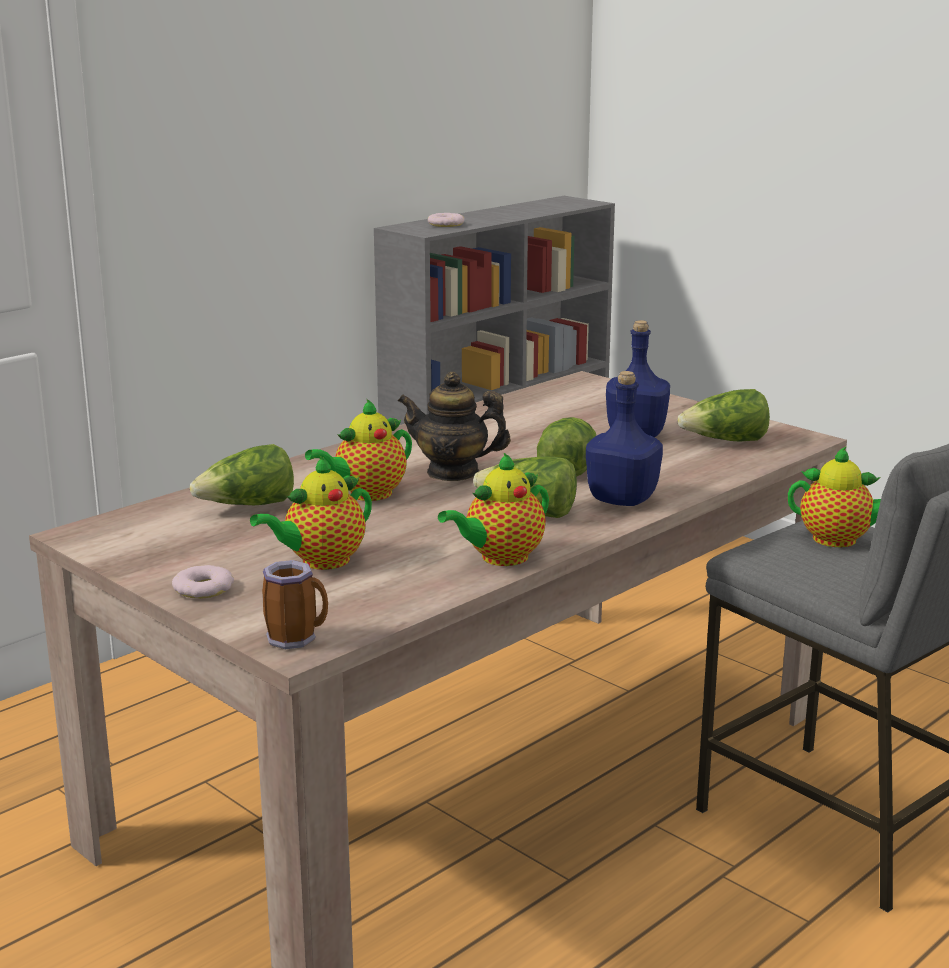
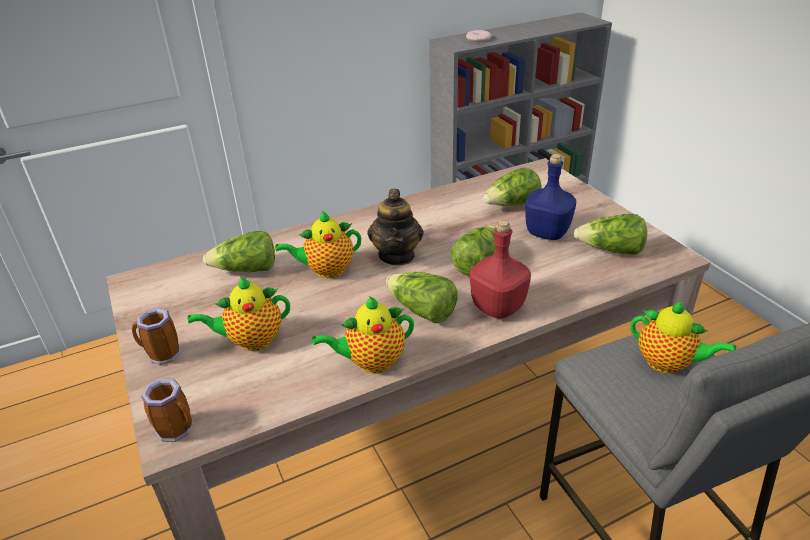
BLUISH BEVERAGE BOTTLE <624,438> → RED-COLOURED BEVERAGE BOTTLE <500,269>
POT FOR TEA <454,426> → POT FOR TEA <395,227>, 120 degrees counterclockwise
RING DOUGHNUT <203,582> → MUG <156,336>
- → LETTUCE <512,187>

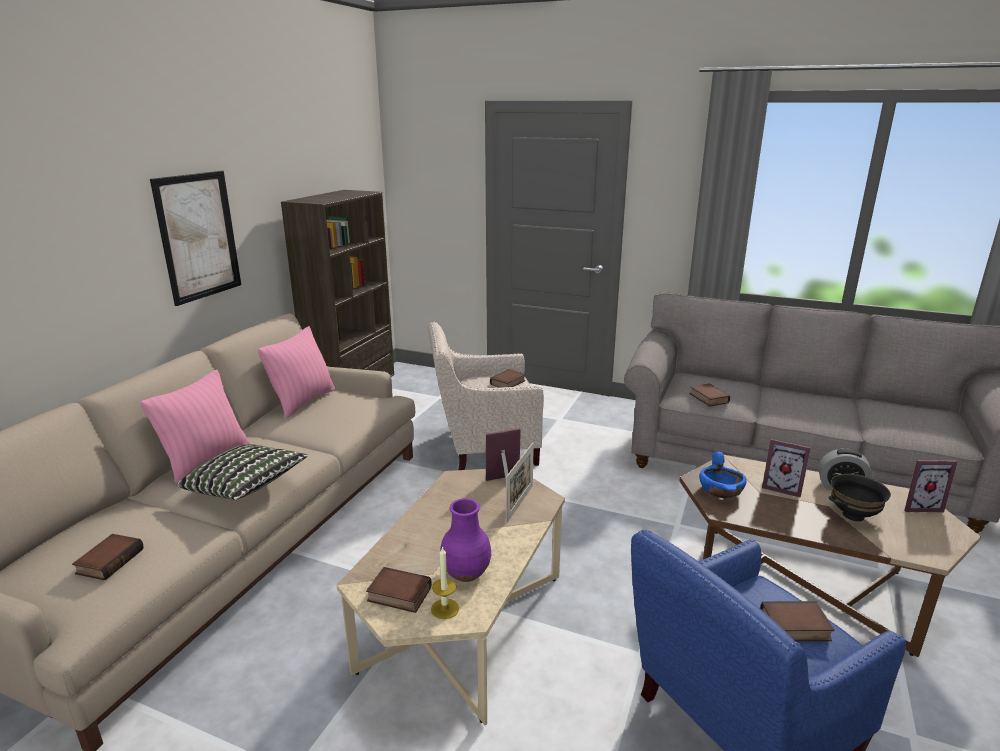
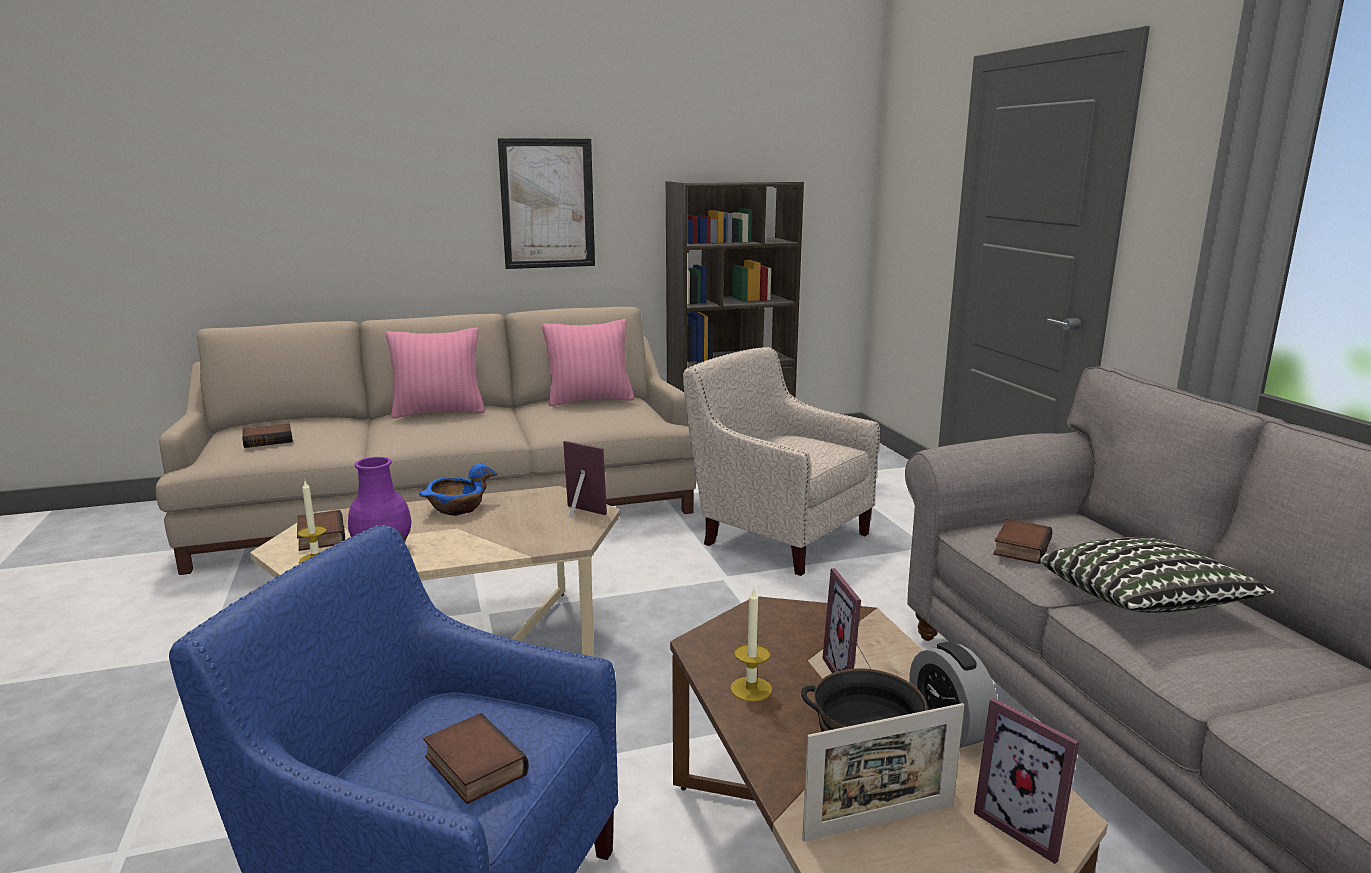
BOOK <507,378> → -
PHOTO FRAME <520,483> → PHOTO FRAME <883,772>, relocated
CUSHION <242,472> → CUSHION <1157,575>, relocated
BLUISH BOWL <723,475> → BLUISH BOWL <458,490>, relocated
- → WAX LIGHT <751,645>

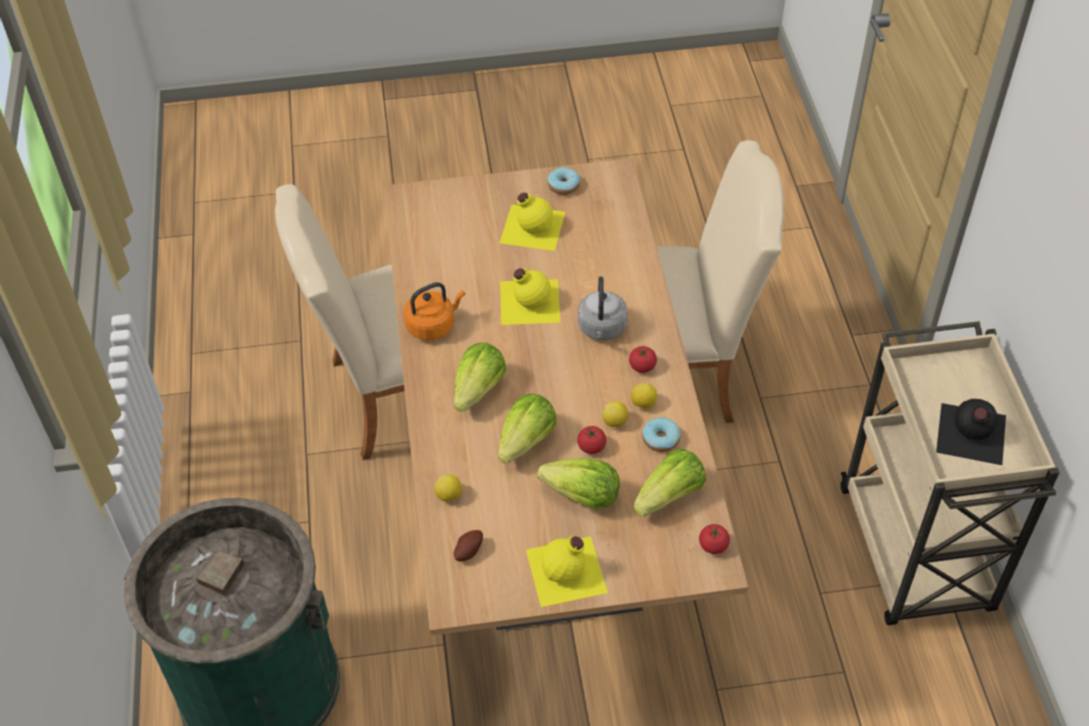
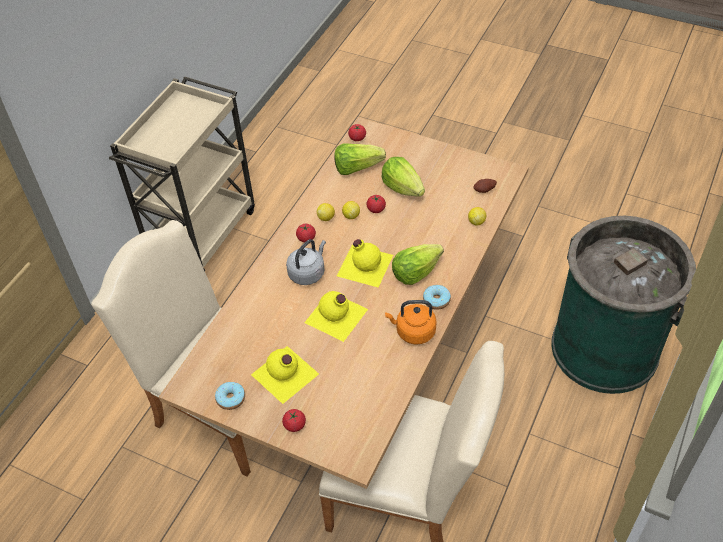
LETTUCE <527,429> → -
BLACKISH BEVERAGE BOTTLE <971,432> → -
RING DOUGHNUT <661,434> → RING DOUGHNUT <437,297>, relocated
YELLOW BEVERAGE BOTTLE <567,571> → YELLOW BEVERAGE BOTTLE <365,263>, relocated
- → FRESH TOMATO <294,420>

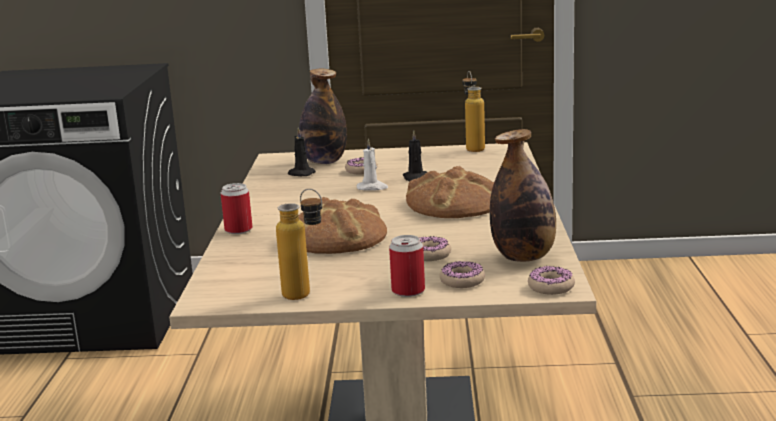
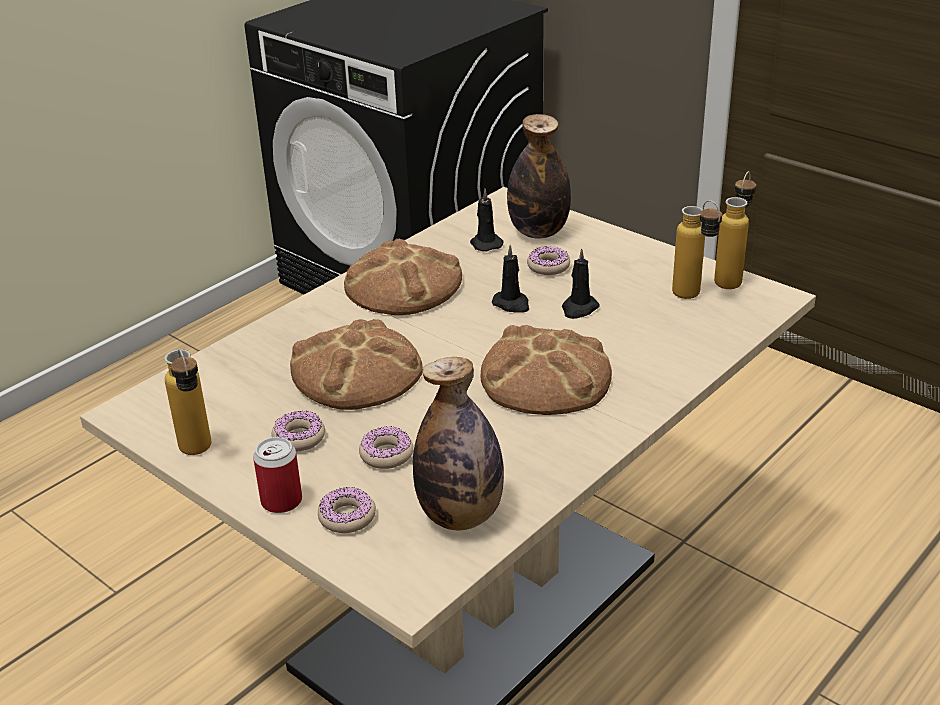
WHITE WAX LIGHT <372,164> → BLACKISH WAX LIGHT <510,279>
METAL CAN <236,208> → -
RING DOUGHNUT <551,280> → RING DOUGHNUT <298,431>, relocated
- → BEVERAGE BOTTLE <697,249>
- → BAKED BREAD <403,277>

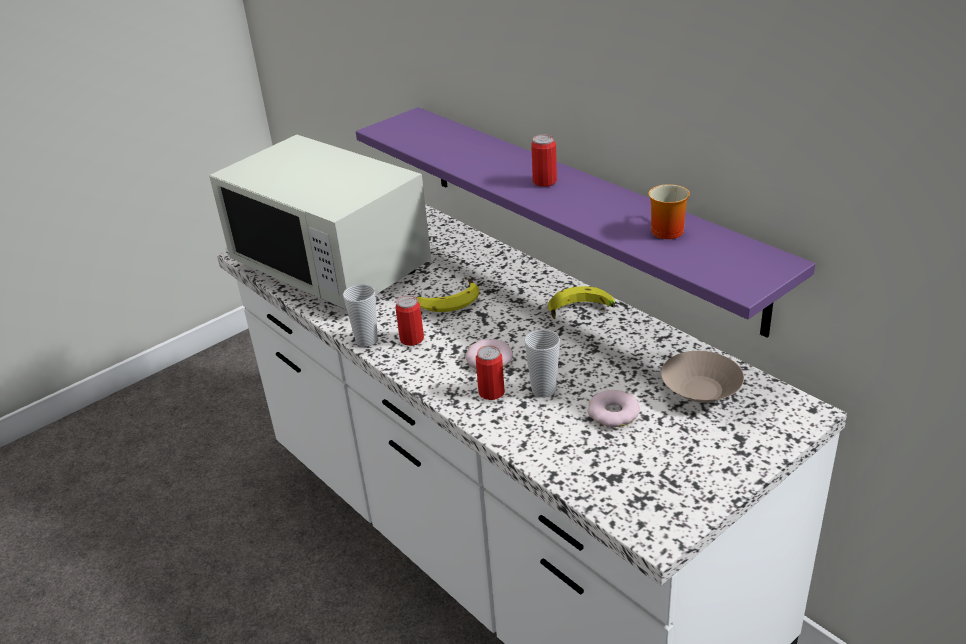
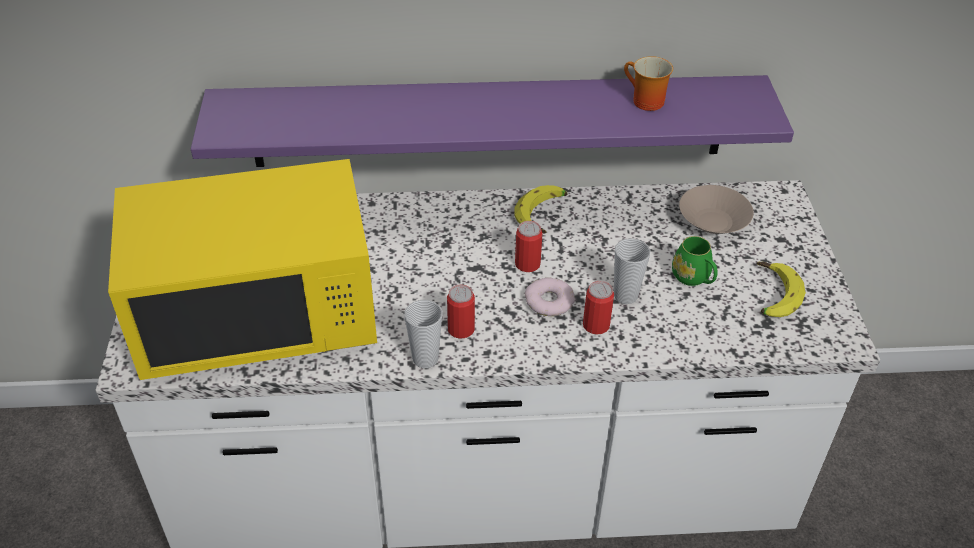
WHITE MICROWAVE <320,222> → YELLOW MICROWAVE <242,269>
METAL CAN <544,161> → METAL CAN <529,246>, relocated
BANANA FRUIT <447,295> → BANANA FRUIT <781,289>, relocated
RING DOUGHNUT <614,408> → GREEN MUG <695,261>

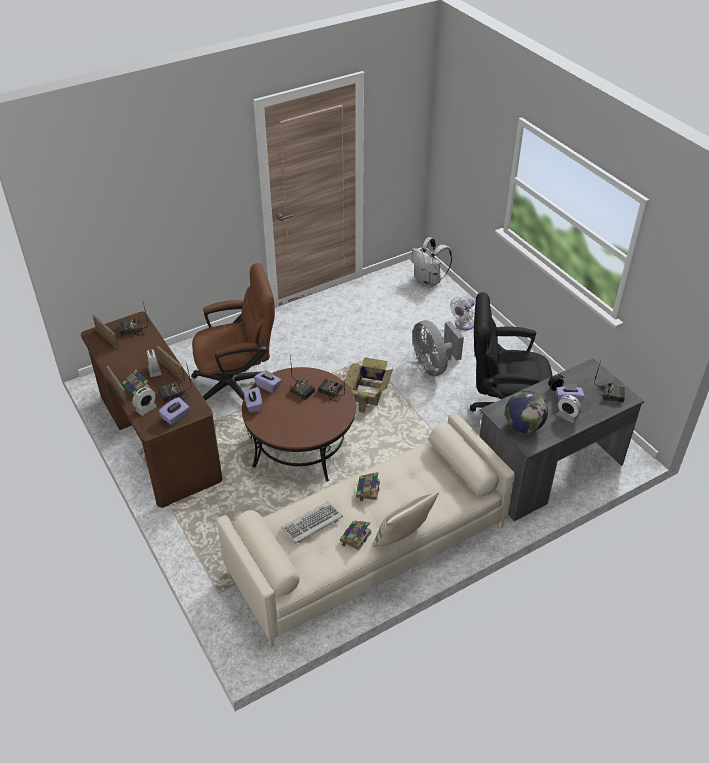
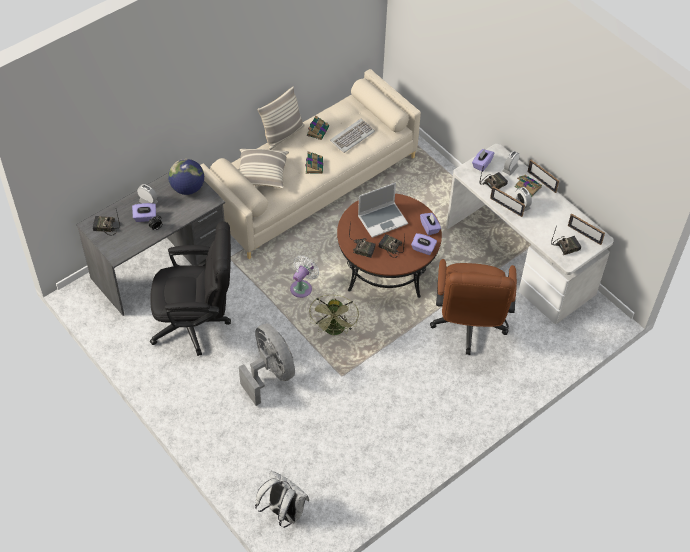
BROWNISH DESK CHAIR <233,332> → BROWNISH DESK CHAIR <473,307>, 60 degrees counterclockwise
WHITE ELECTRIC FAN <462,313> → WHITE ELECTRIC FAN <304,276>, relocated
BROWNISH DESK <151,410> → WHITE DESK <530,234>
CARDBOARD BOX <368,385> → GREEN ELECTRIC FAN <334,315>
- → CUSHION <264,169>
- → LAPTOP <383,210>

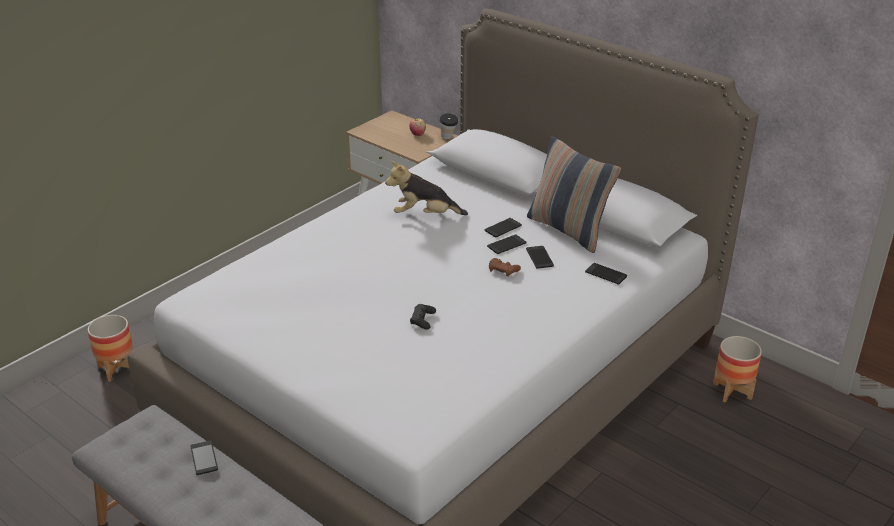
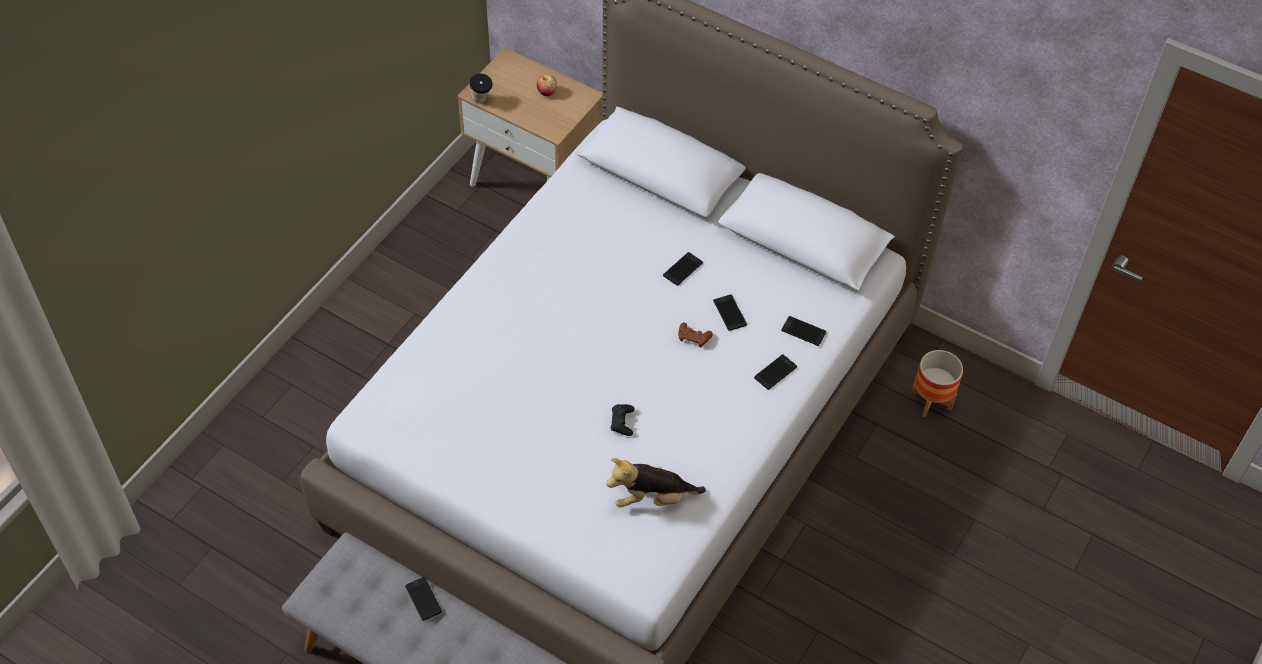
SMALL CUP <449,126> → SMALL CUP <481,88>, relocated
CUSHION <574,194> → -
CUDDLY TOY <426,188> → CUDDLY TOY <656,482>, relocated
TELEPHONE <506,244> → TELEPHONE <775,372>, relocated
FLOWER POT <110,348> → -

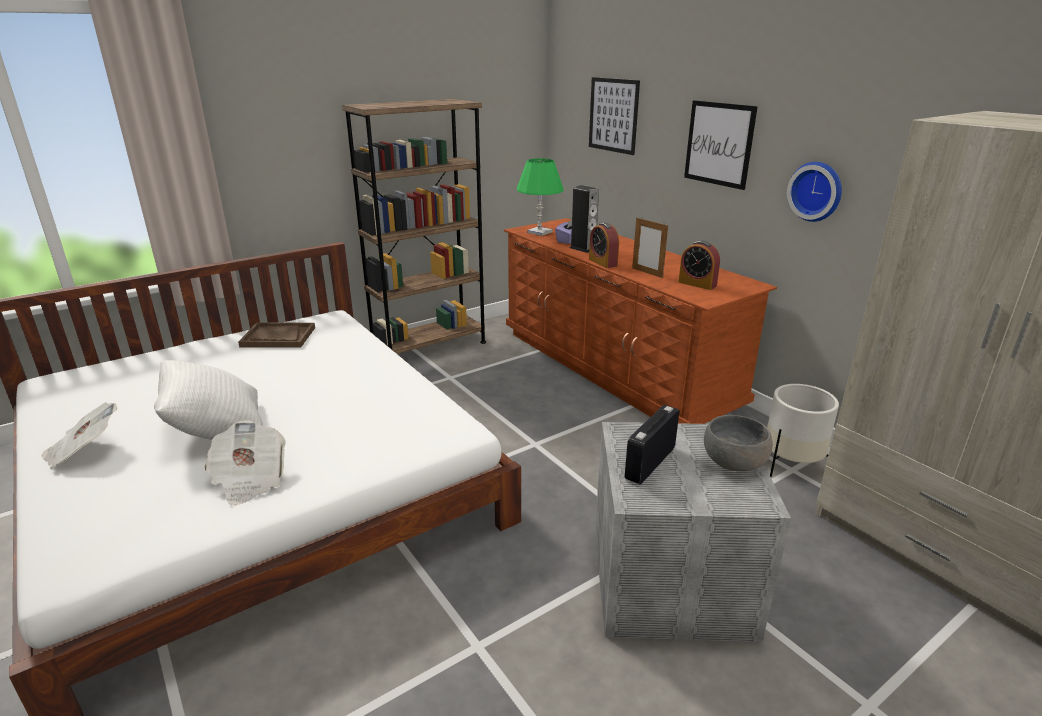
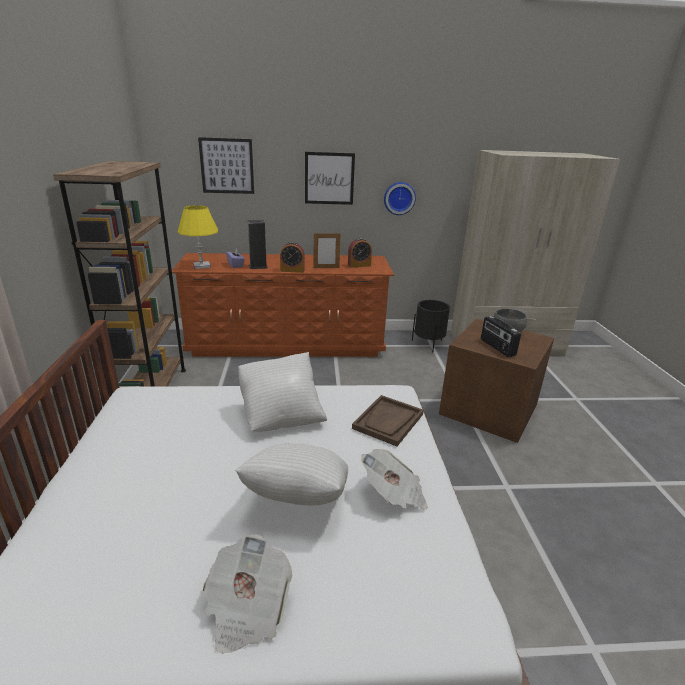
GREEN TABLETOP LAMP <540,197> → YELLOW TABLETOP LAMP <198,237>
BROWNISH SERVING TRAY <276,335> → BROWNISH SERVING TRAY <388,421>, relocated
WHITE FLOWER POT <803,430> → BLACKISH FLOWER POT <431,326>
GREYISH STORAGE BIN <693,532> → BROWNISH STORAGE BIN <496,381>
- → WHITE CUSHION <282,391>

